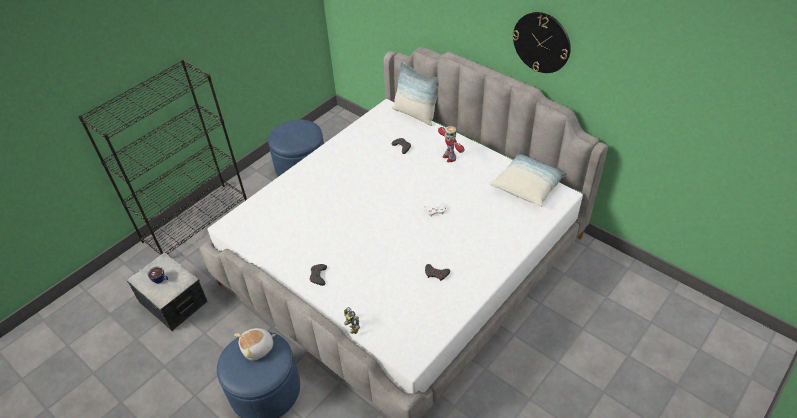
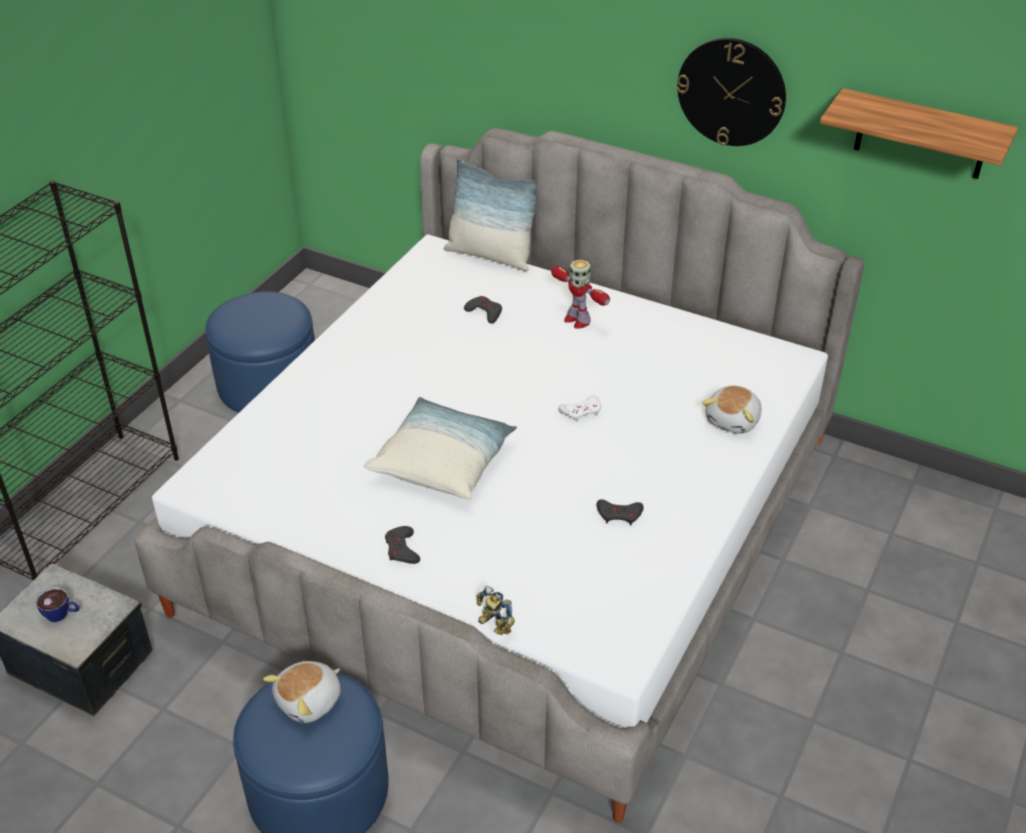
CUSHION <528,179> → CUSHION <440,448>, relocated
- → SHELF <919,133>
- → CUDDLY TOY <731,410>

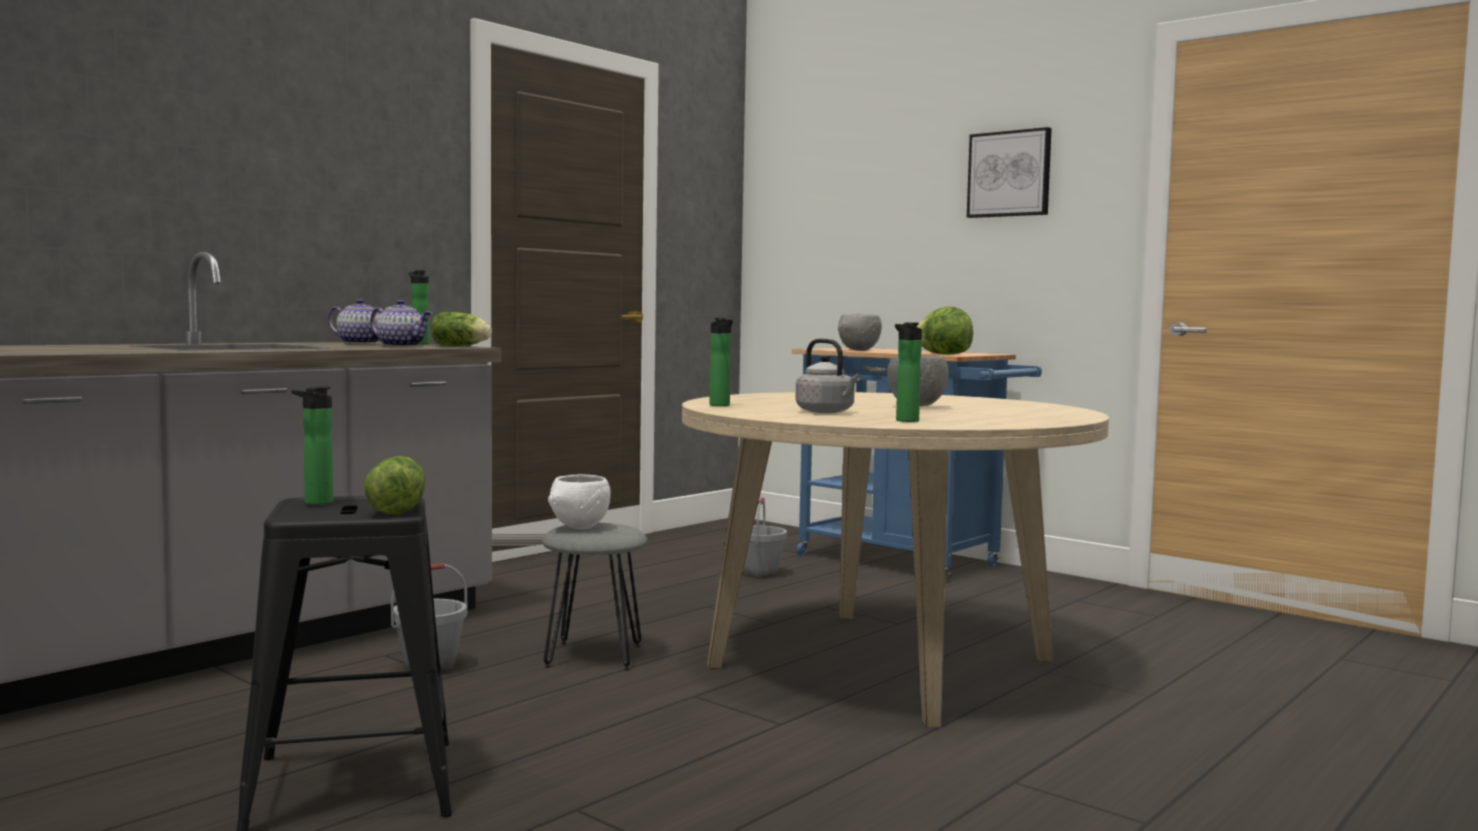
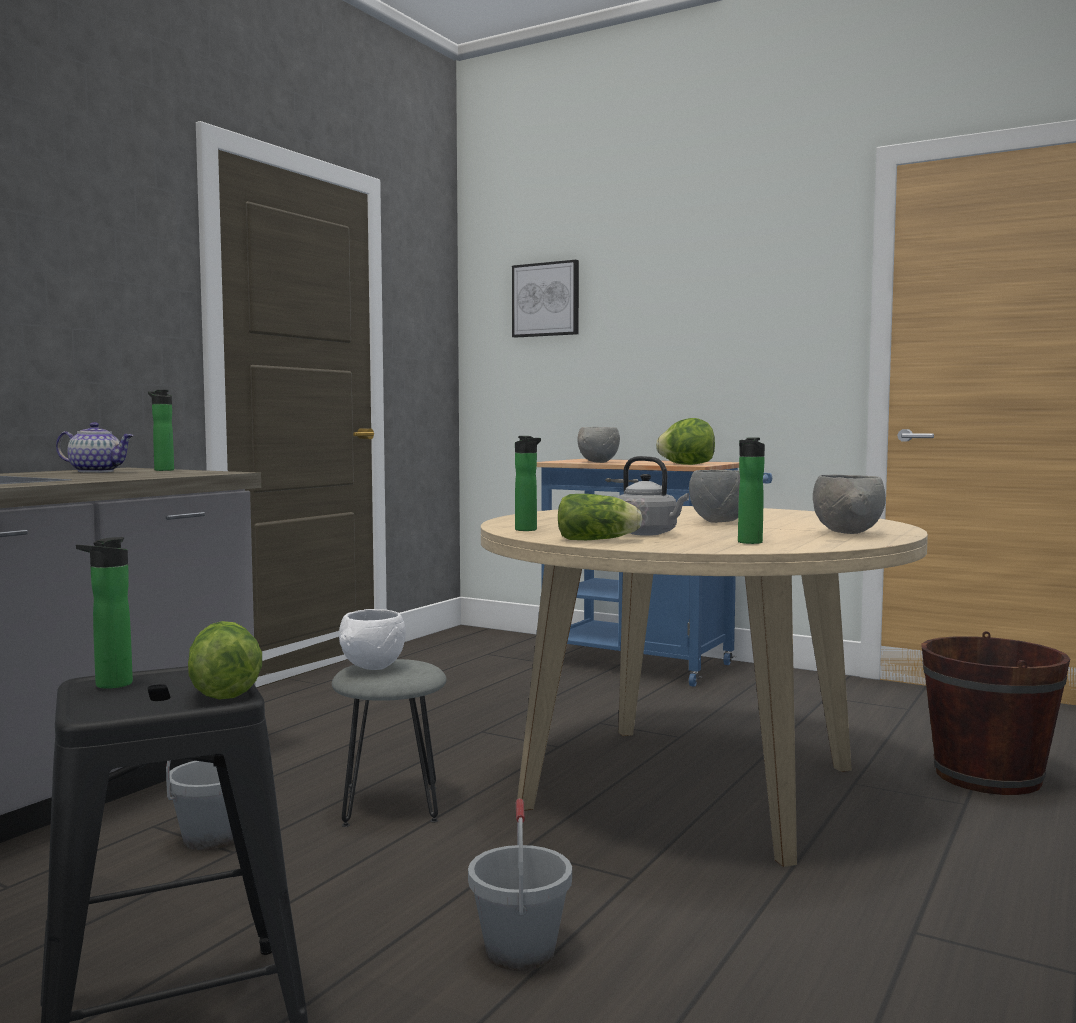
PICTURE <1009,172> → PICTURE <545,299>, relocated
POT FOR TEA <401,323> → -
LETTUCE <461,329> → LETTUCE <600,517>, relocated
GREYISH PAIL <765,537> → GREYISH PAIL <520,884>, relocated
- → GREYISH BOWL <849,504>
- → BROWNISH PAIL <995,713>

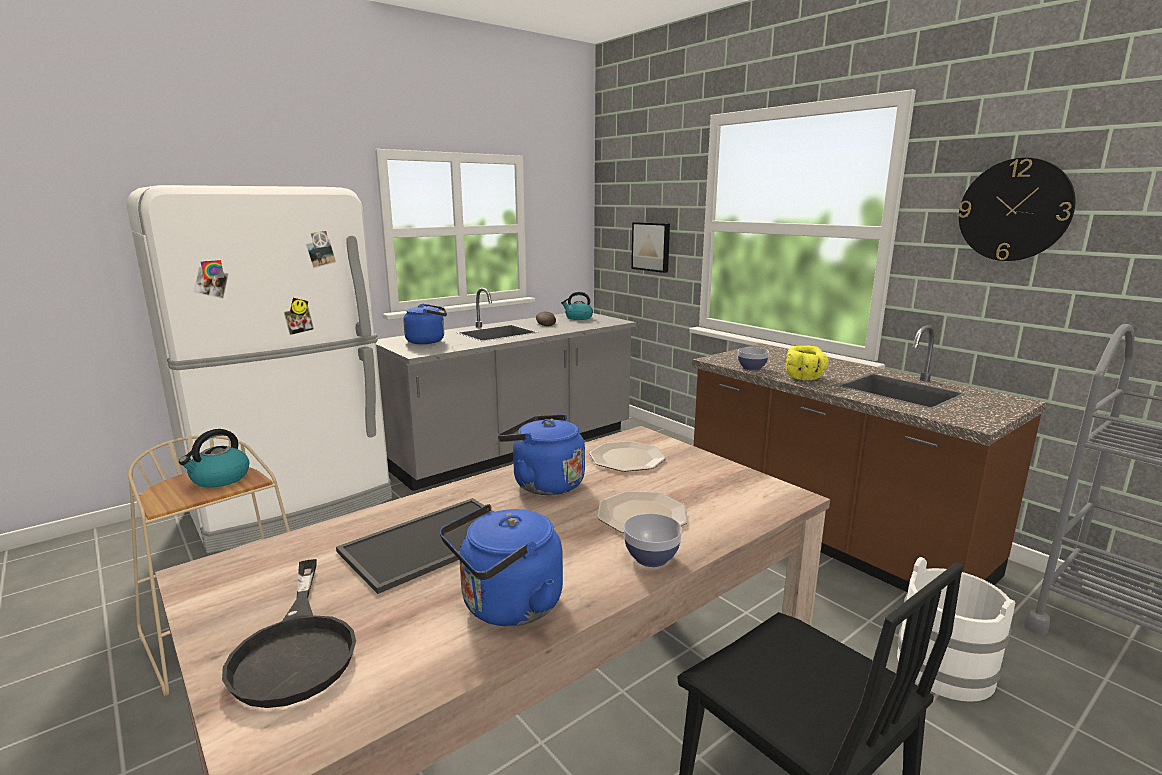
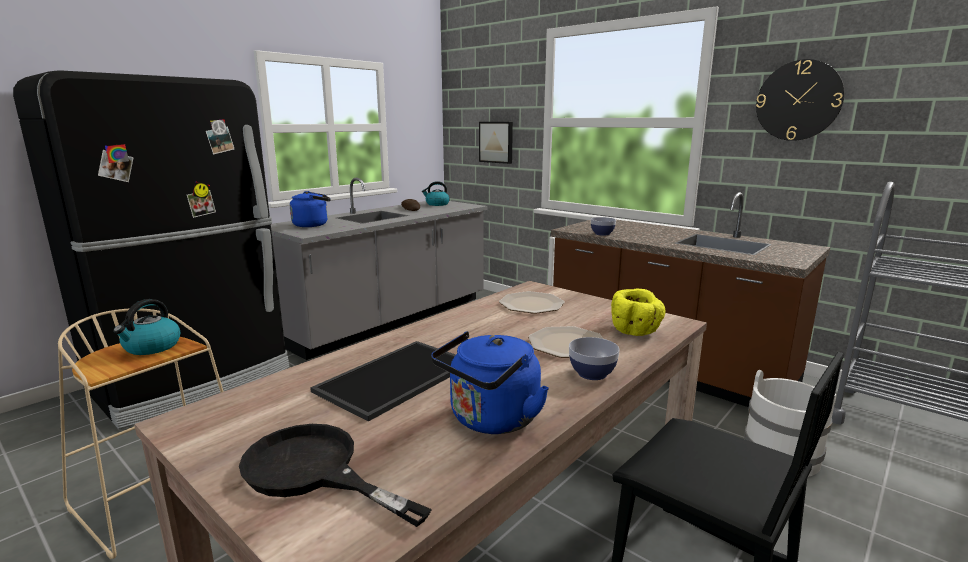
WHITE FRIDGE <259,369> → BLACKISH FRIDGE <151,249>
YELLOW BOWL <807,362> → YELLOW BOWL <638,312>, relocated
BLUISH KETTLE <541,454> → -
BLACKISH SKILLET <289,633> → BLACKISH SKILLET <335,475>, 150 degrees clockwise

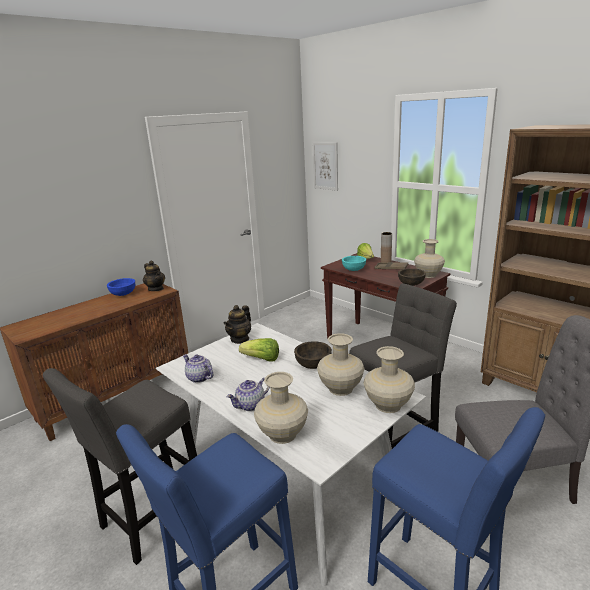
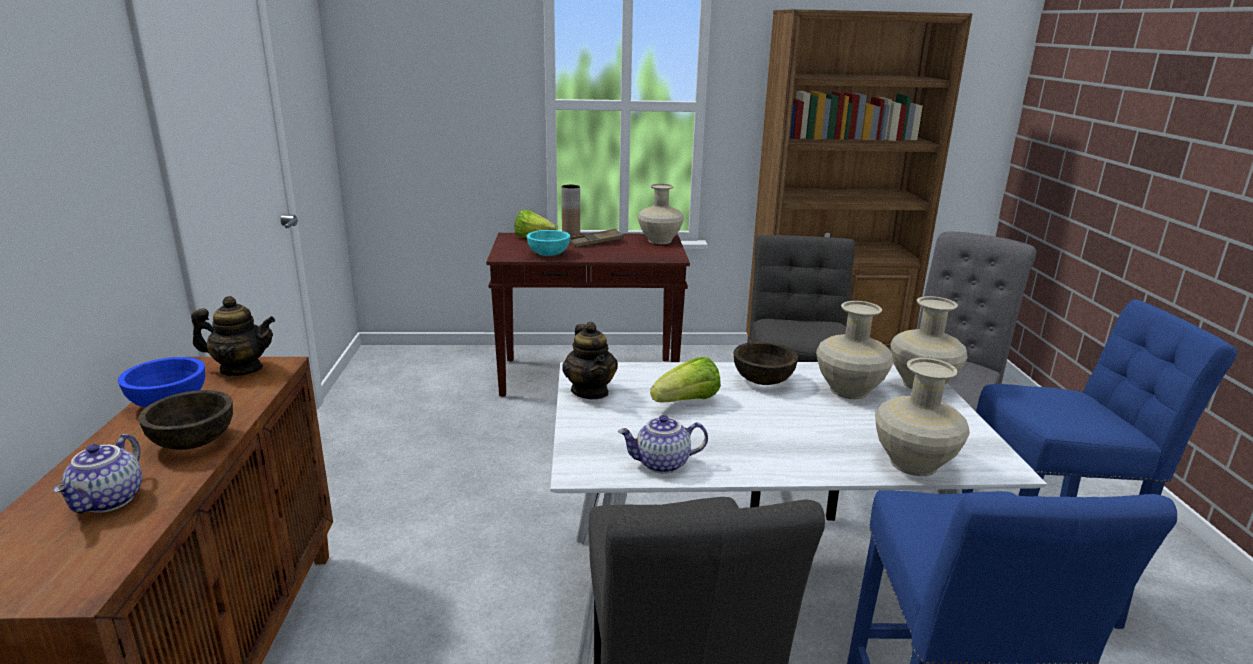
PICTURE <325,166> → -
BROWNISH BOWL <412,277> → BROWNISH BOWL <185,420>, relocated
POT FOR TEA <248,394> → POT FOR TEA <97,474>, relocated

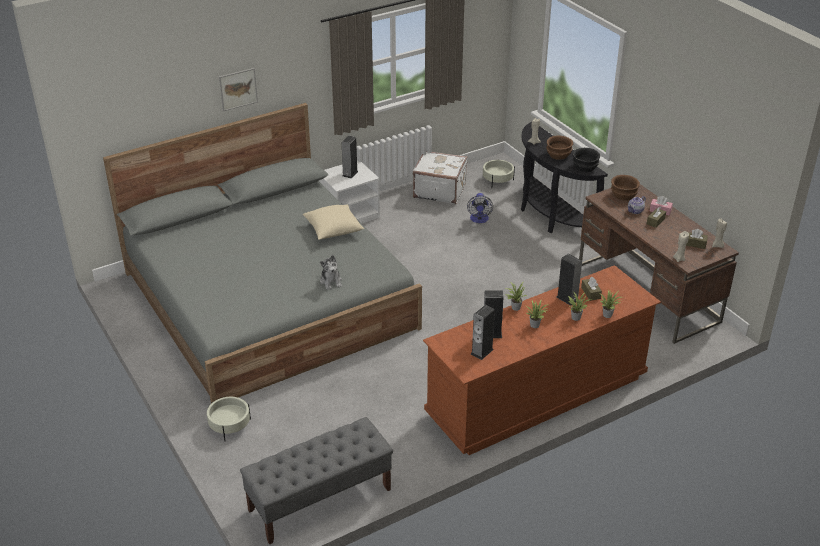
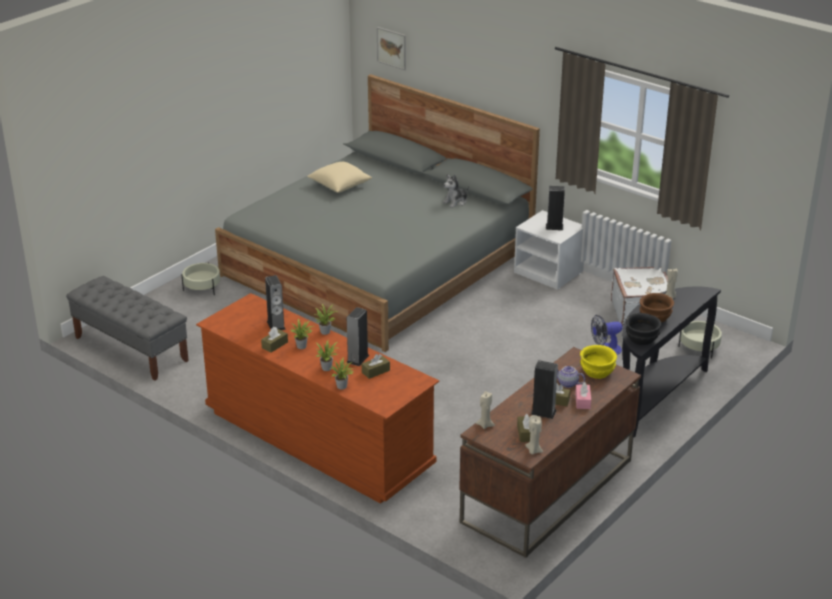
PICTURE <238,89> → PICTURE <391,48>, relocated
BROWNISH BOWL <625,187> → YELLOW BOWL <598,362>
BEIGE CUSHION <333,222> → BEIGE CUSHION <339,177>, relocated
CUDDLY TOY <331,272> → CUDDLY TOY <456,191>, relocated
SPEAKER <483,332> → SPEAKER <544,389>, relocated
- → BROWNISH TISSUE HOLDER <274,340>

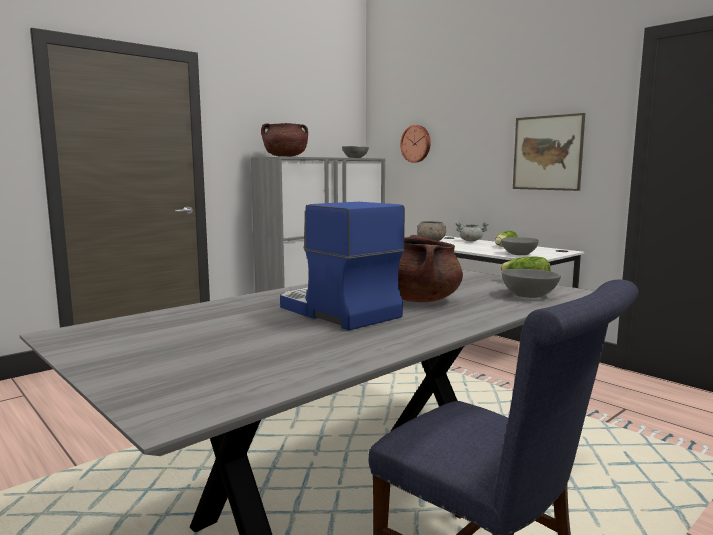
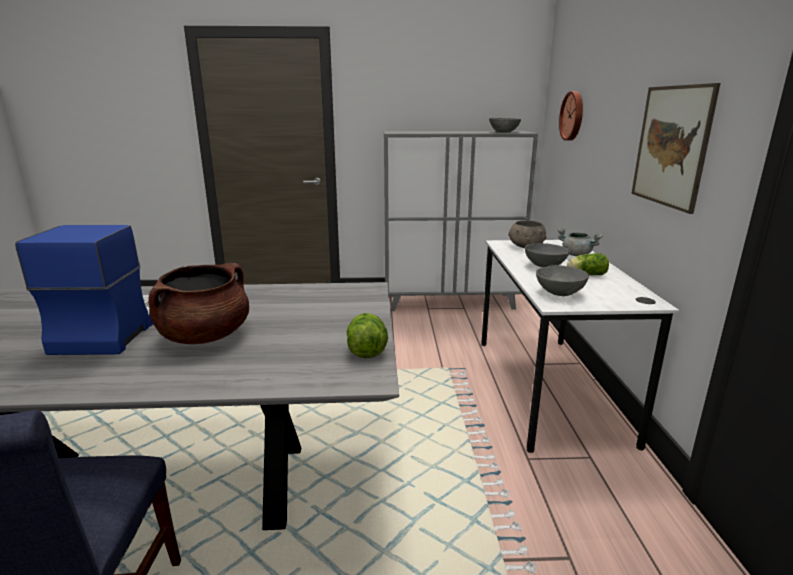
BROWNISH SAUCEPOT <284,140> → -
GREYISH BOWL <531,283> → GREYISH BOWL <547,255>, relocated

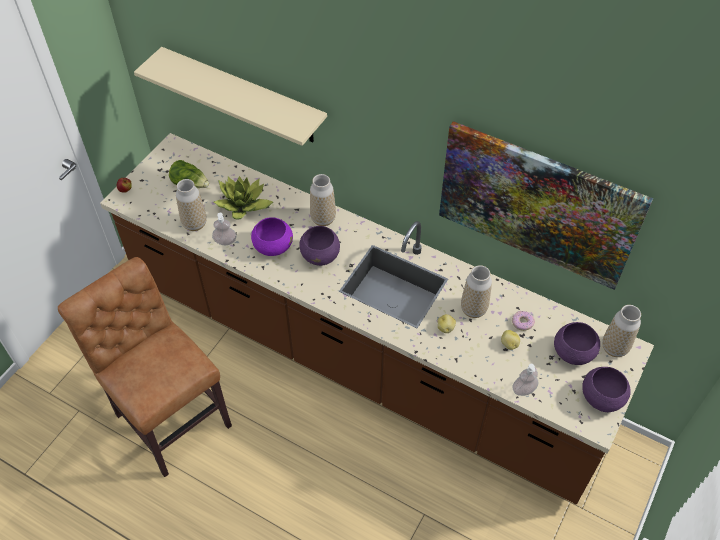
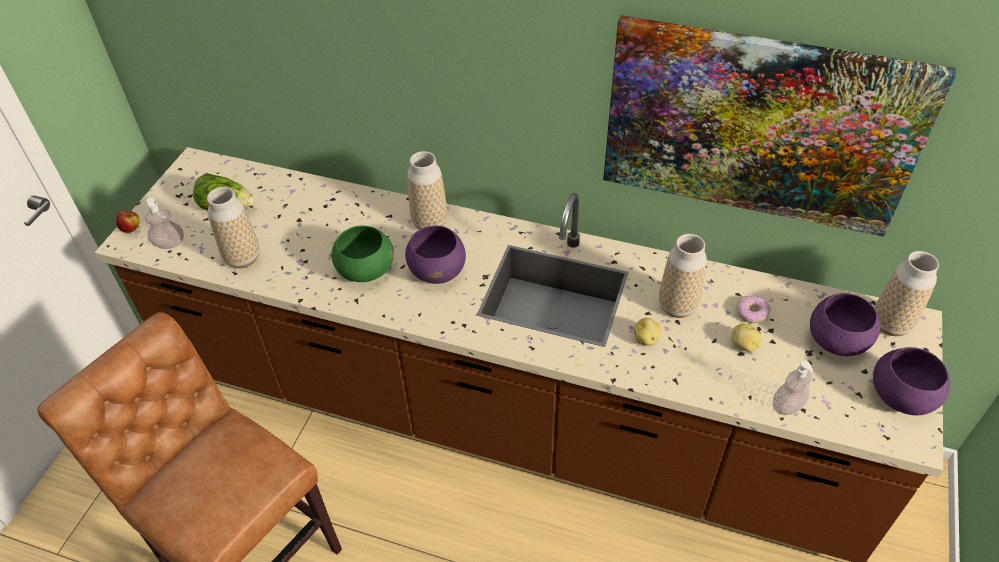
BEIGE SHELF <230,96> → -
POTTED PLANT <243,198> → -
SOAP DISPENSER <224,229> → SOAP DISPENSER <164,223>, relocated
PURPLE-COLOURED BOWL <272,236> → GREEN BOWL <362,254>

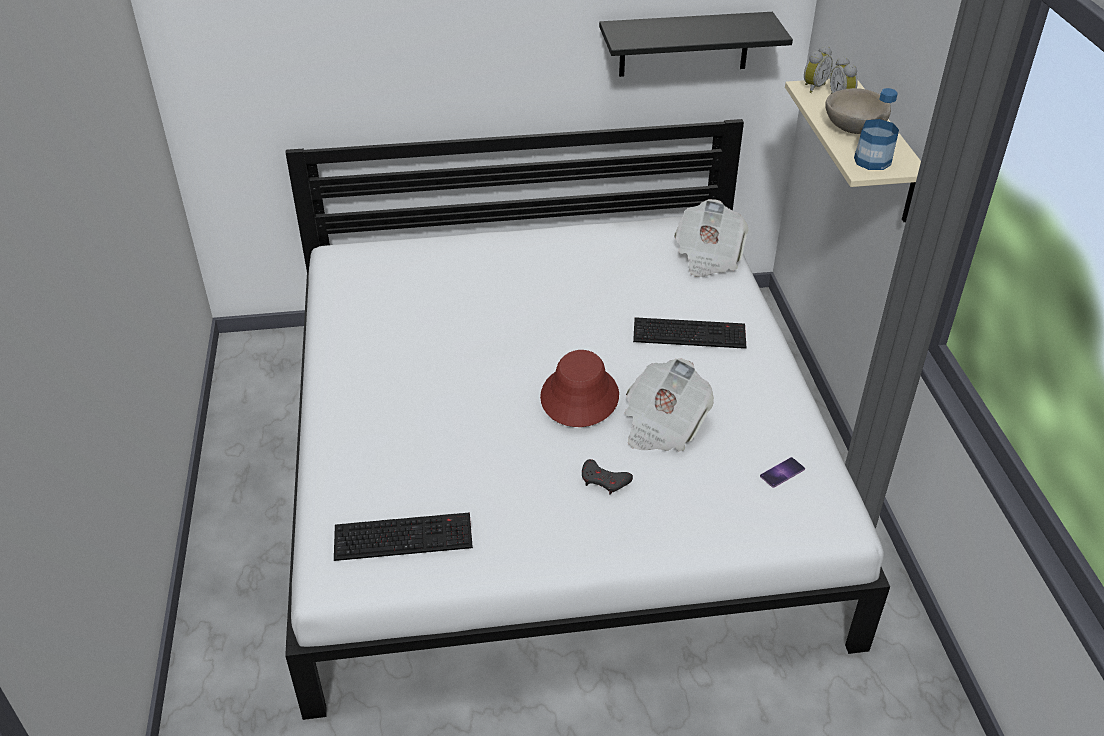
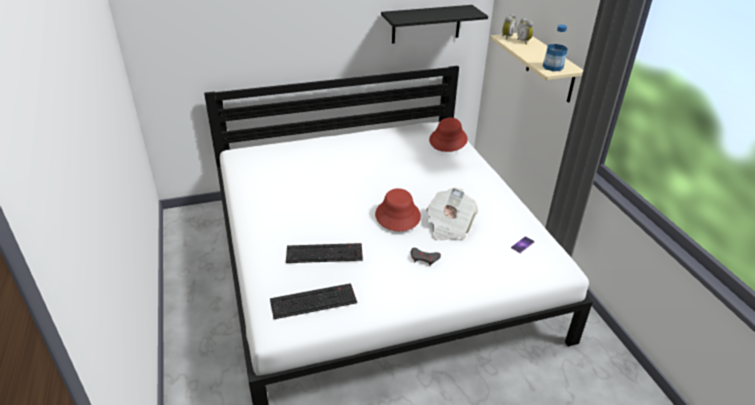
BEIGE BOWL <858,111> → -
DAILY PAPER <711,238> → RED-COLOURED CLOTHING HAT <448,134>
PC KEYBOARD <689,333> → PC KEYBOARD <324,253>, relocated

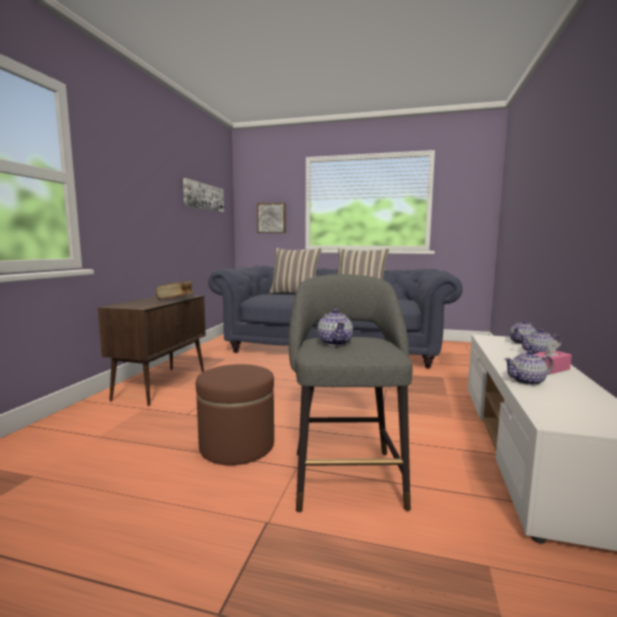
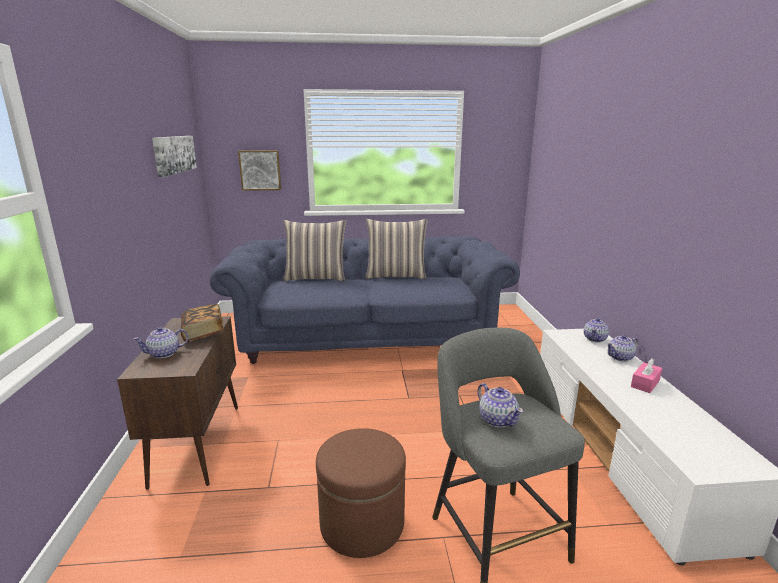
POT FOR TEA <528,367> → POT FOR TEA <161,342>, relocated

